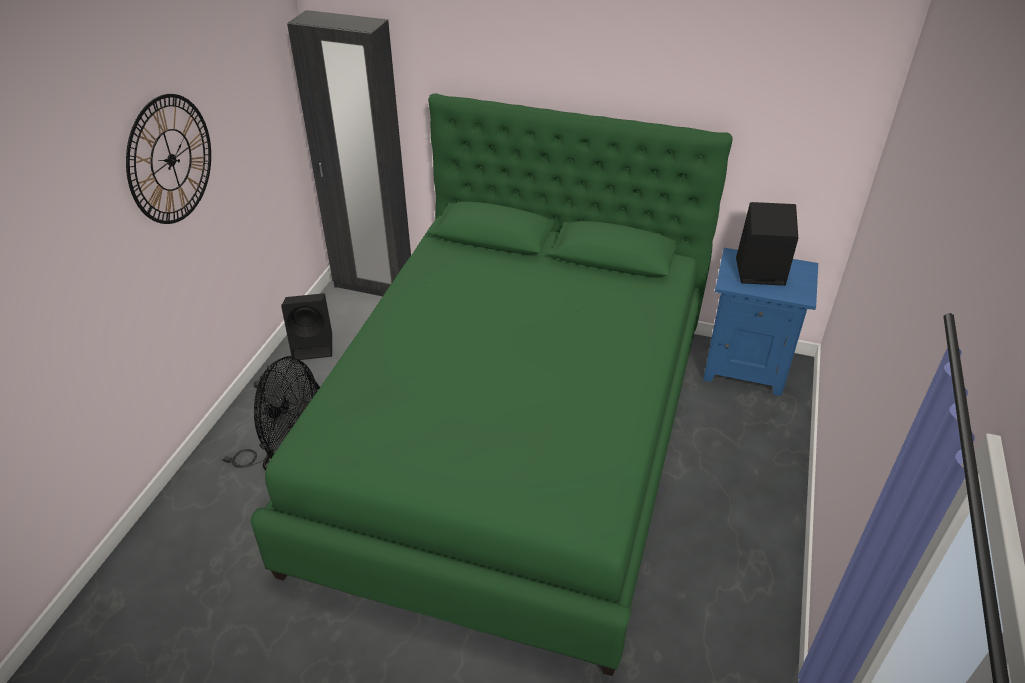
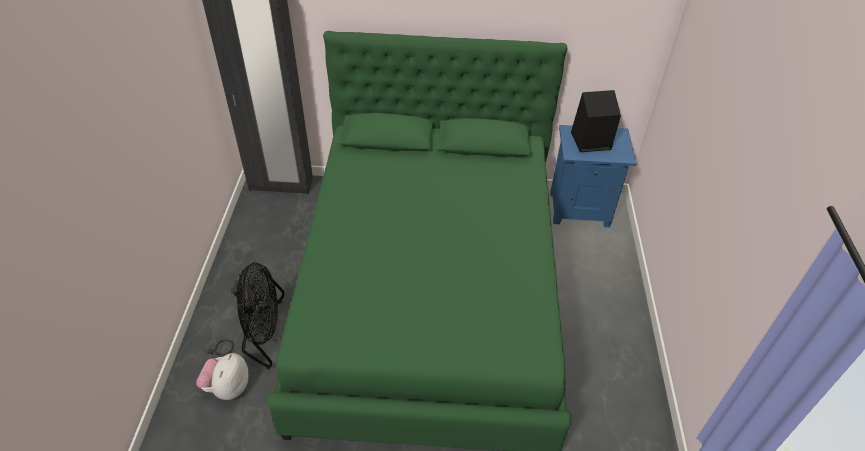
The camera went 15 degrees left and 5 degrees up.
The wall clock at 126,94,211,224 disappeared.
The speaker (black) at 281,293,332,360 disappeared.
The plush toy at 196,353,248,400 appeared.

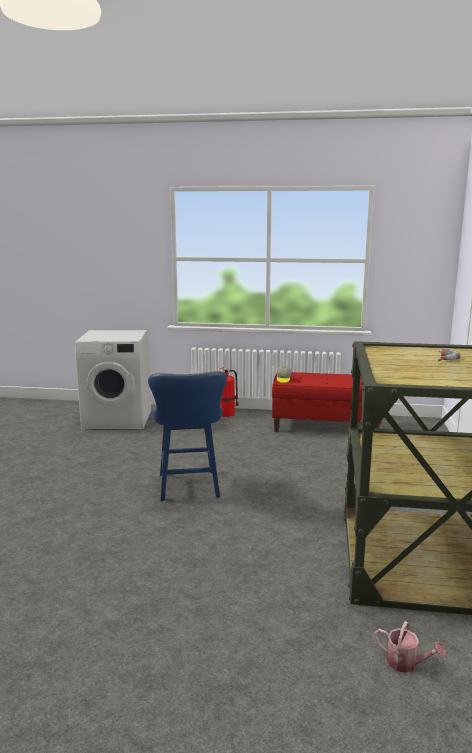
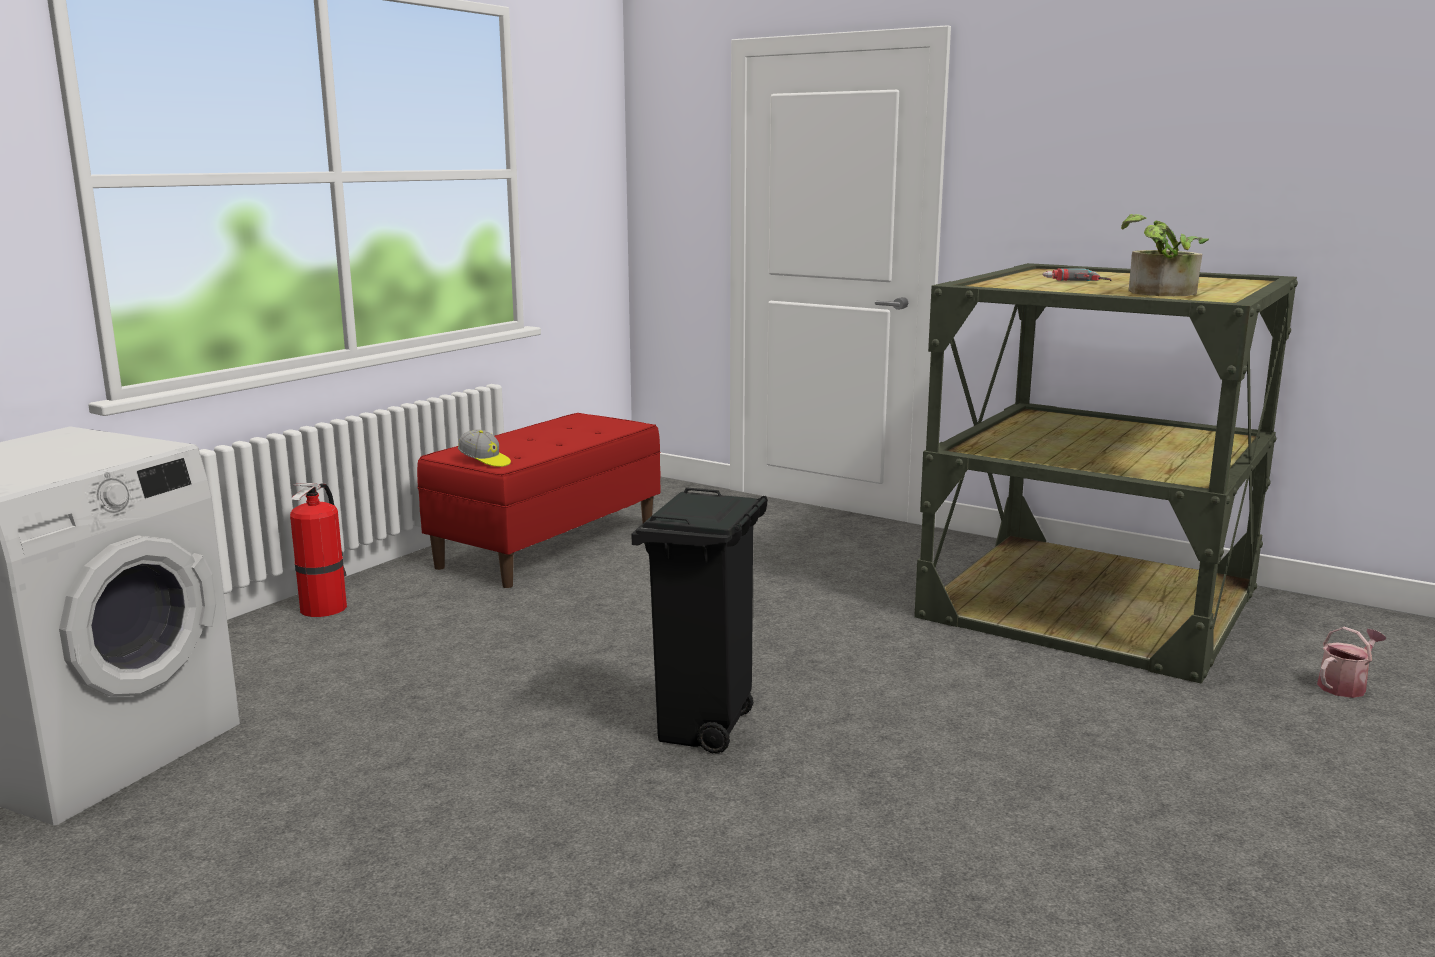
The camera went 65 degrees left and 0 degrees up.
The potted plant at 1121,214,1209,296 appeared.
The stool (blue) at 148,371,227,501 was replaced by the trash can (black) at 631,487,768,754.

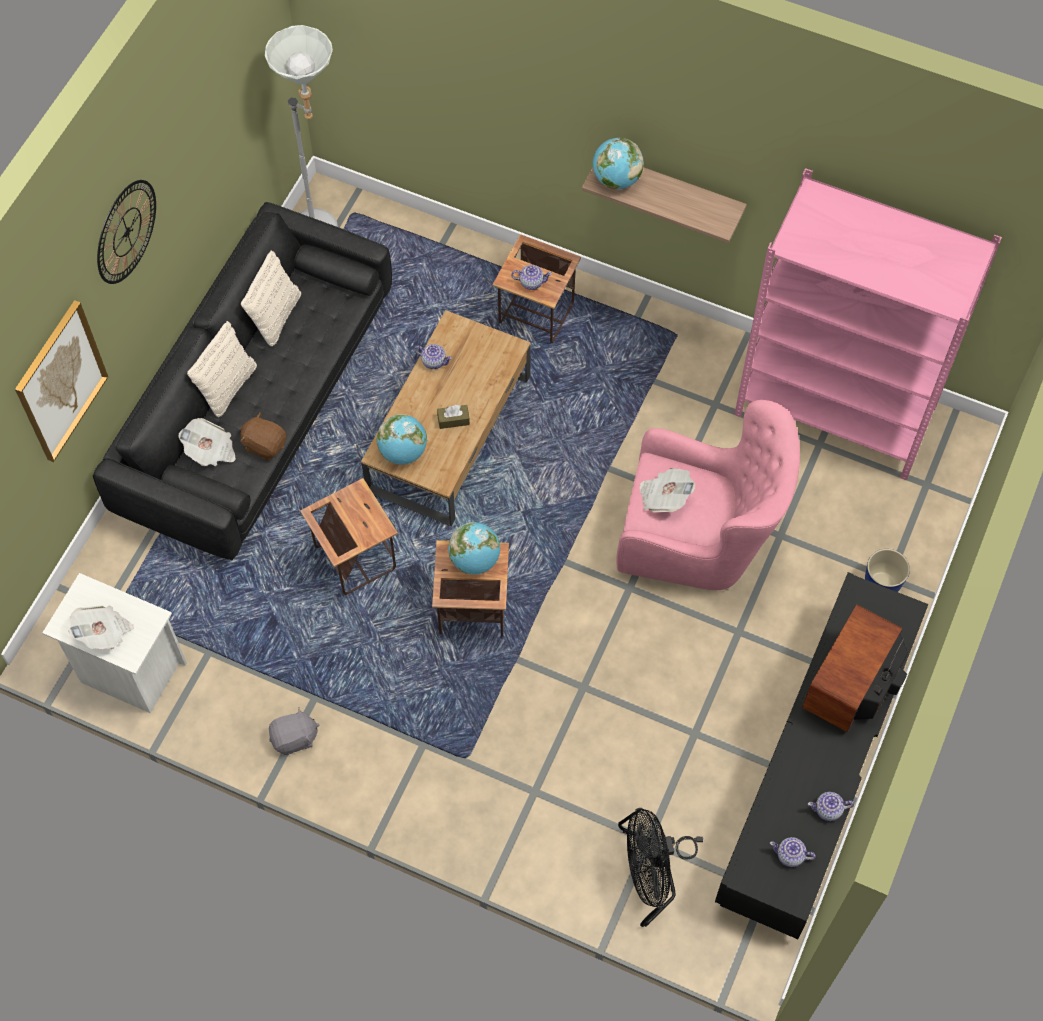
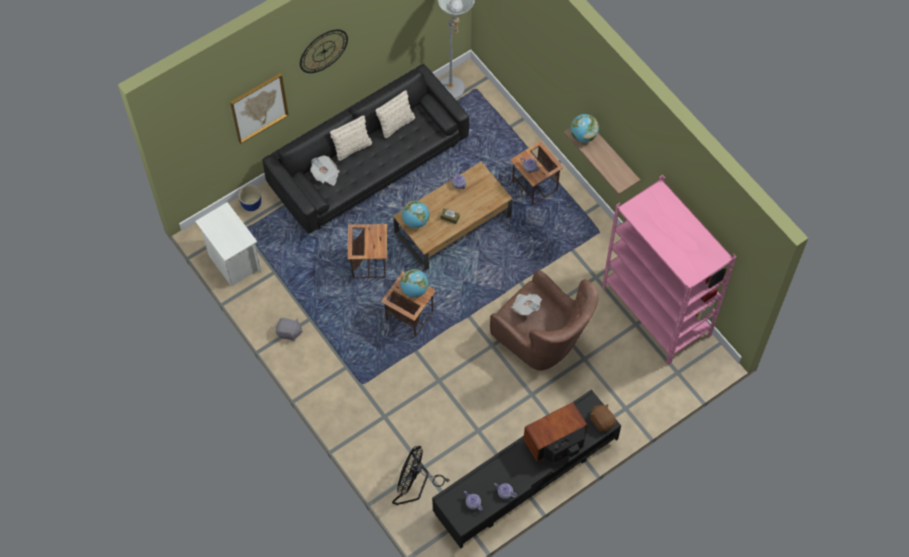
The camera went 30 degrees right and 0 degrees up.
The newspaper at 68,605,134,649 disappeared.
The plush toy (brown) moved from 240,412,286,461 to 590,404,616,432.
The planter moved from 865,549,910,592 to 238,185,261,211.
The armchair (pink) at 616,400,800,590 became the armchair (brown) at 490,270,598,371.

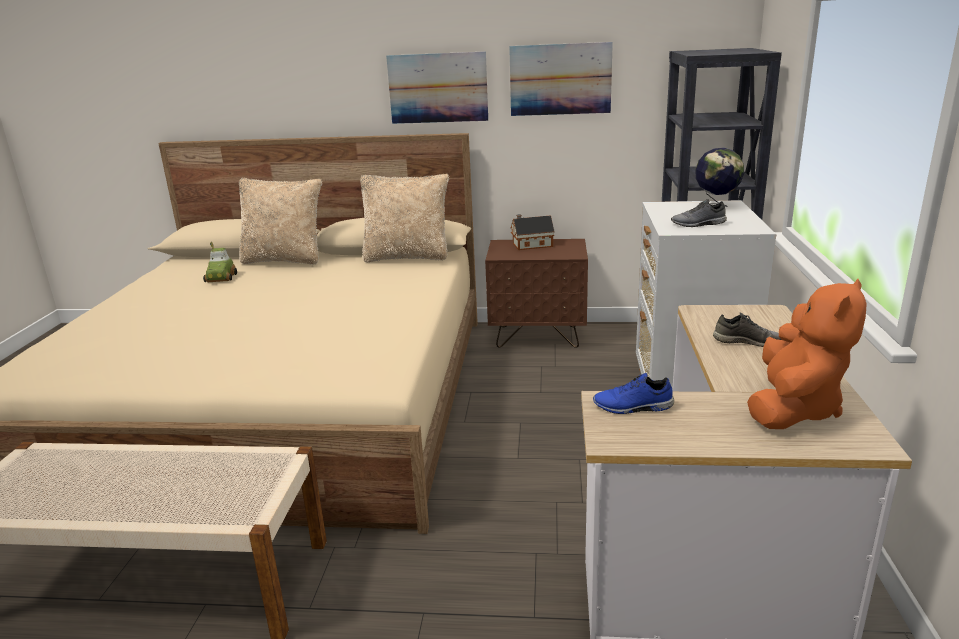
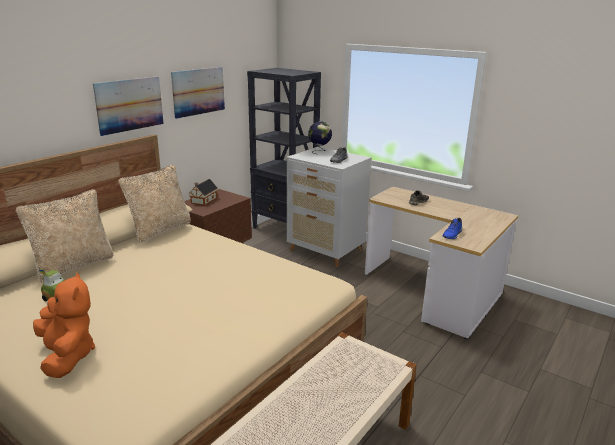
The camera went 60 degrees left and 0 degrees up.
The plush toy (orange) moved from 747,279,867,429 to 33,272,95,378.

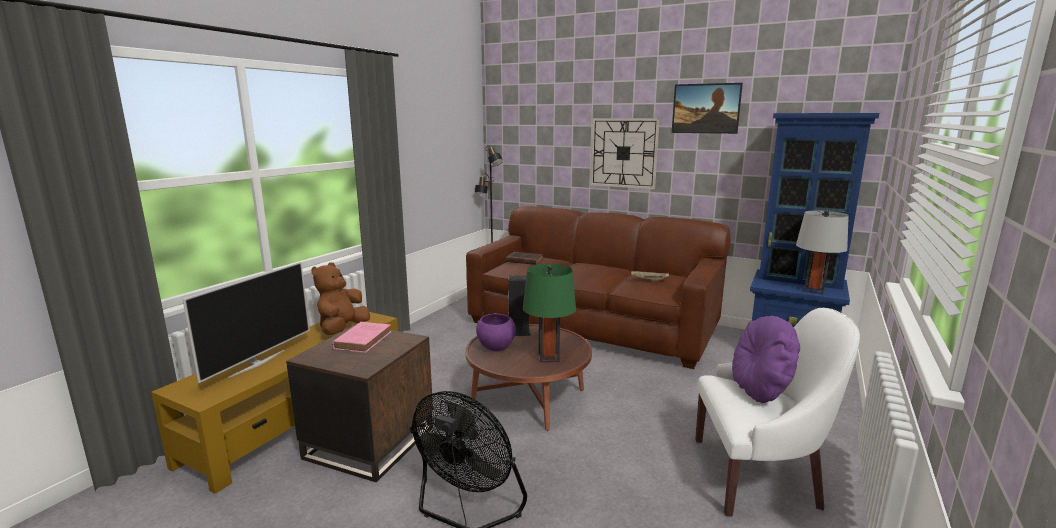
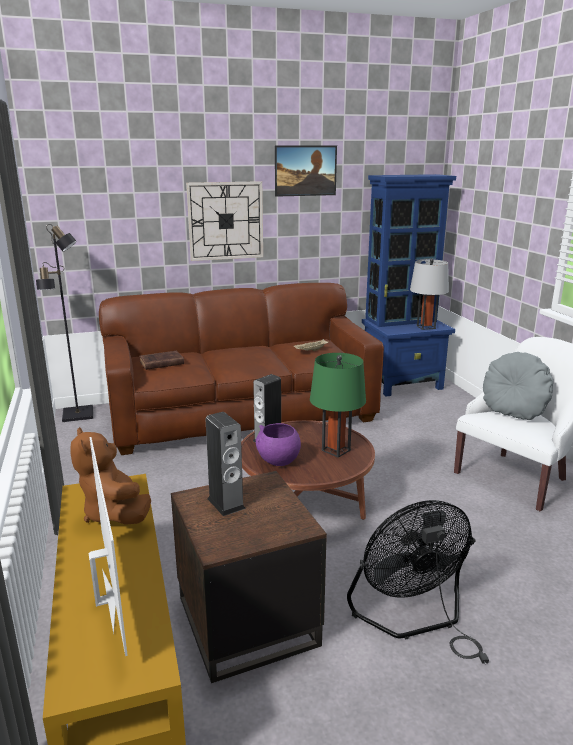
The camera went 45 degrees left and 5 degrees up.
The book (pink) at 332,322,391,353 was replaced by the speaker at 205,412,246,516.
The pillow (purple) at 732,316,800,403 became the pillow (grey) at 483,352,553,420.

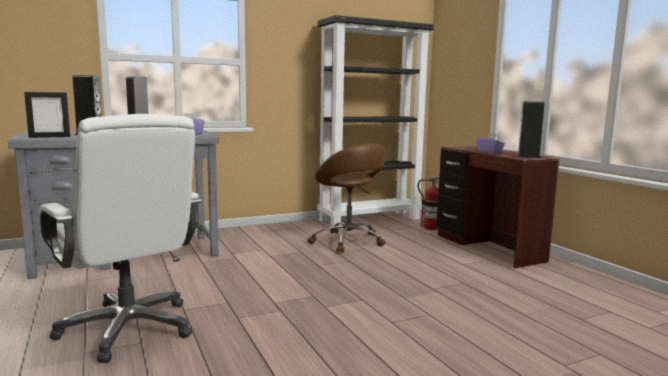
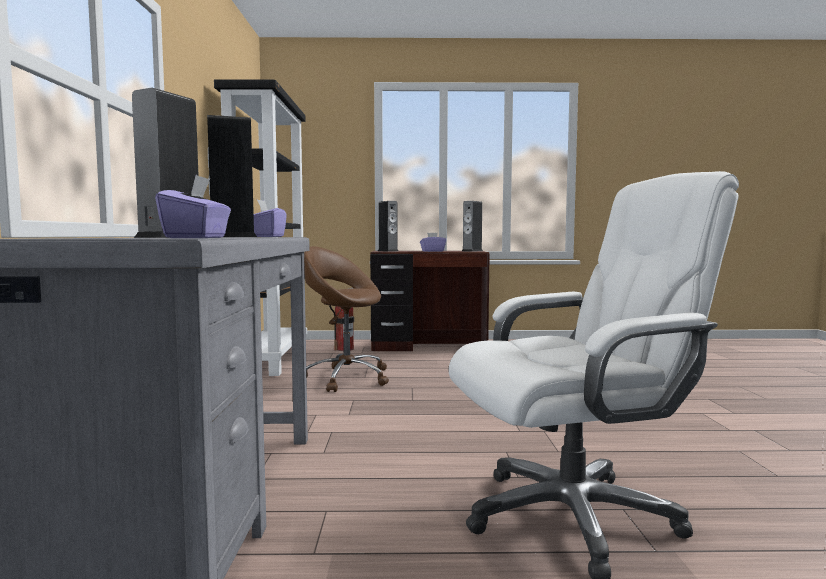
The camera went 65 degrees left and 5 degrees down.
The speaker at 378,201,398,252 appeared.
The picture frame at 24,92,70,138 was replaced by the tissue box (purple) at 155,175,231,238.
The office chair (brown) at 307,143,386,252 turned 150 degrees counterclockwise.

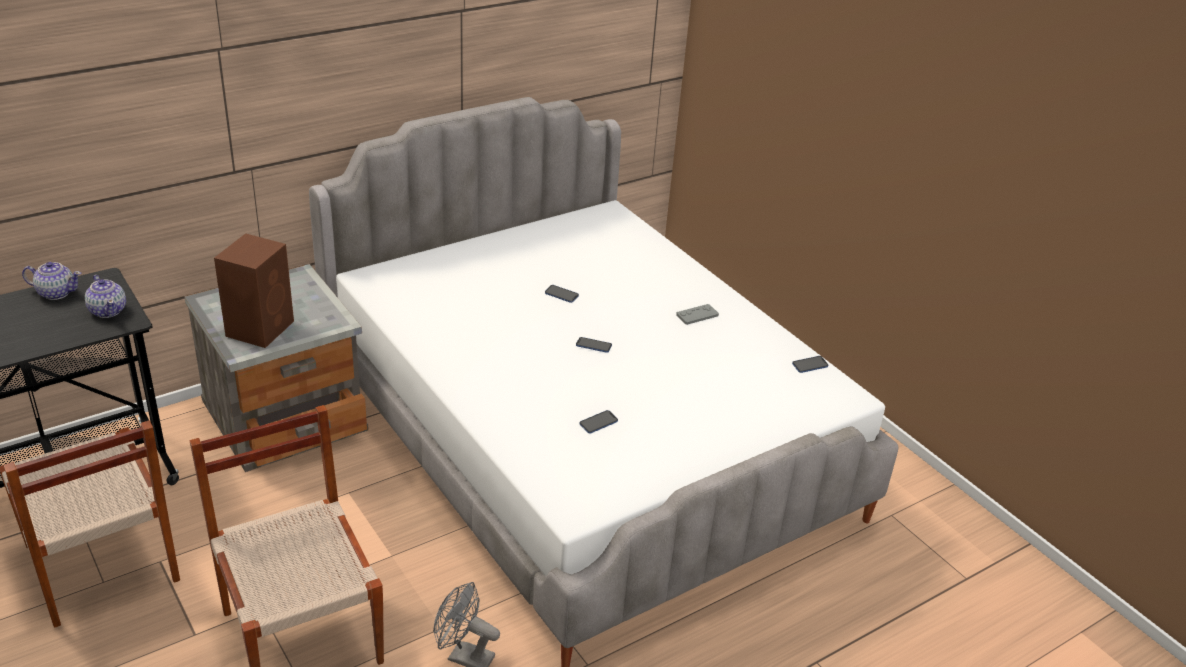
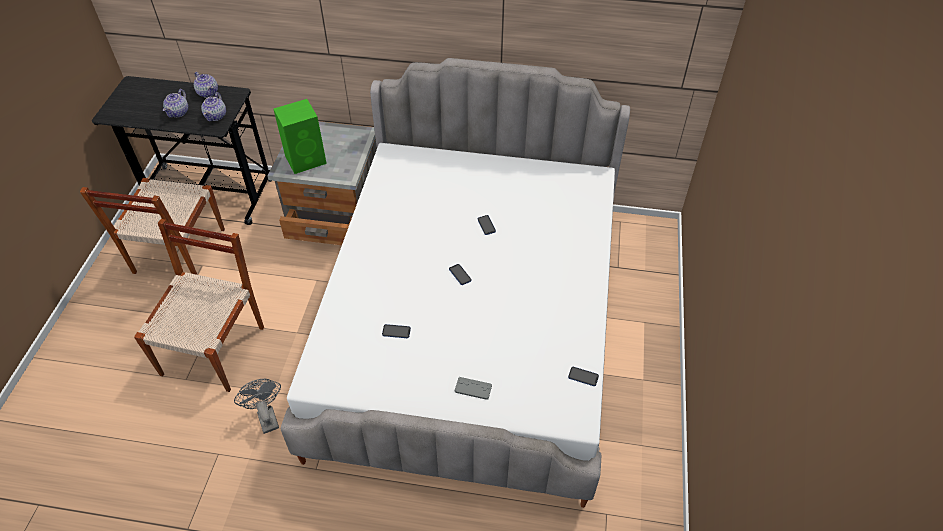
The camera went 45 degrees right and 15 degrees up.
The teapot at 163,89,188,118 appeared.
The game controller (grey) moved from 676,304,719,325 to 454,377,492,400.
The speaker (brown) at 214,233,294,348 became the speaker (green) at 274,99,327,174.

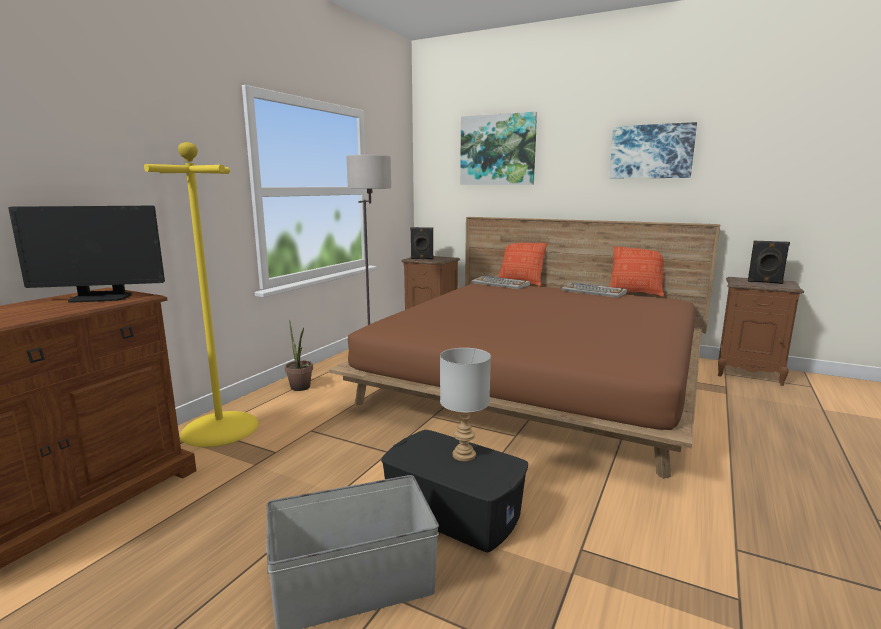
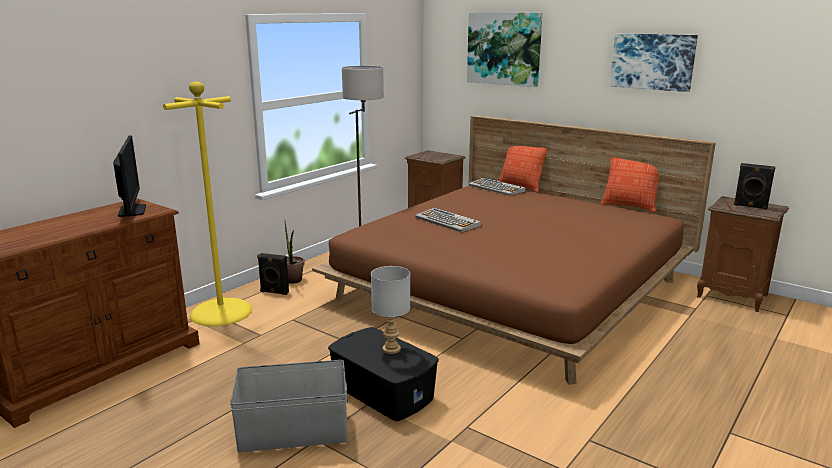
The camera went 10 degrees right and 5 degrees up.
The speaker (black) moved from 410,227,433,259 to 257,253,289,295.
The keyboard moved from 561,283,627,298 to 415,208,481,232.
The monitor at 8,206,165,303 turned 105 degrees counterclockwise.

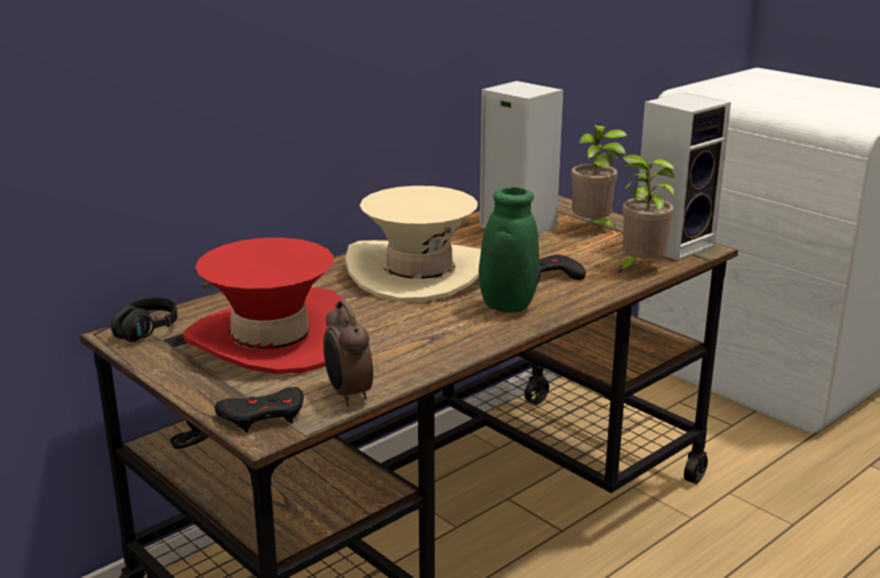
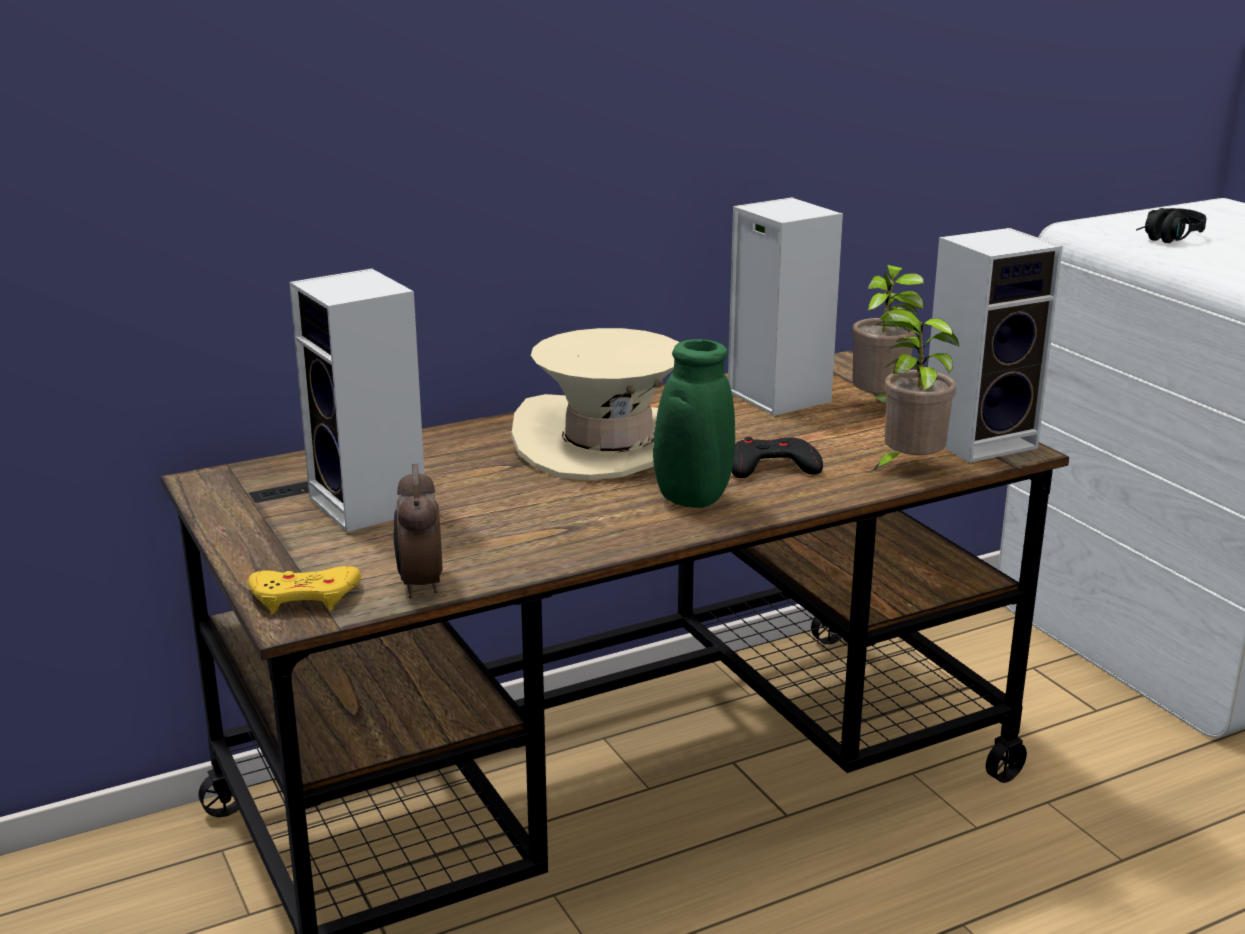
The camera went 15 degrees right and 0 degrees up.
The headphones (black) moved from 94,297,177,342 to 1136,208,1207,243.
The hat (red) at 183,238,350,374 was replaced by the speaker at 289,269,425,532.
The game controller (black) at 215,387,304,433 became the game controller (yellow) at 248,566,361,614.

